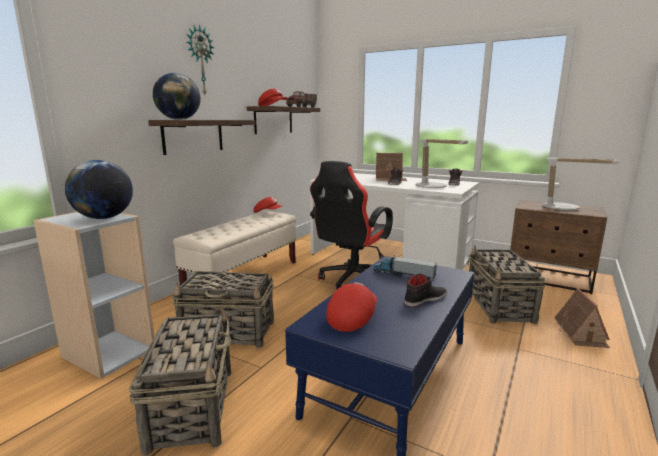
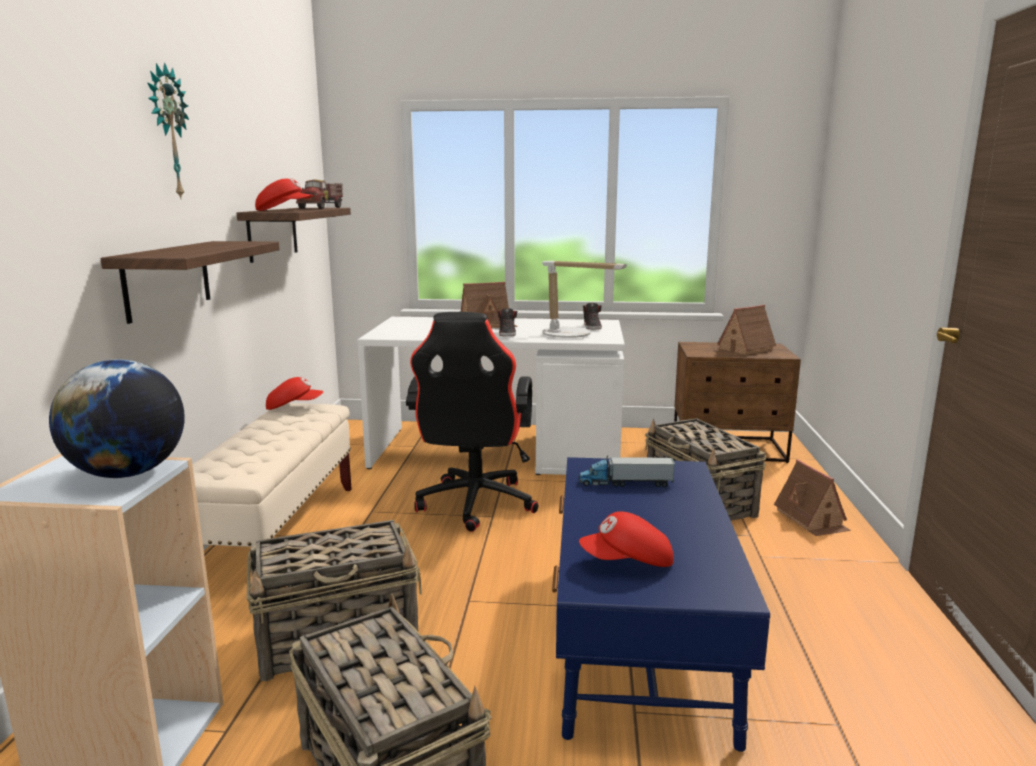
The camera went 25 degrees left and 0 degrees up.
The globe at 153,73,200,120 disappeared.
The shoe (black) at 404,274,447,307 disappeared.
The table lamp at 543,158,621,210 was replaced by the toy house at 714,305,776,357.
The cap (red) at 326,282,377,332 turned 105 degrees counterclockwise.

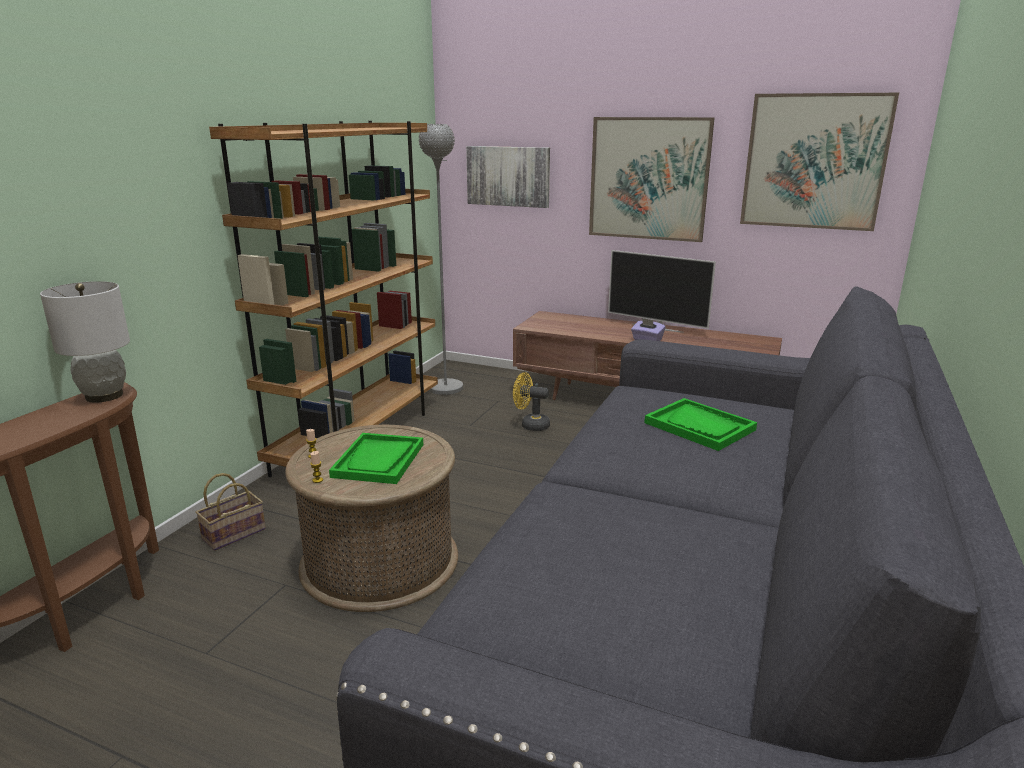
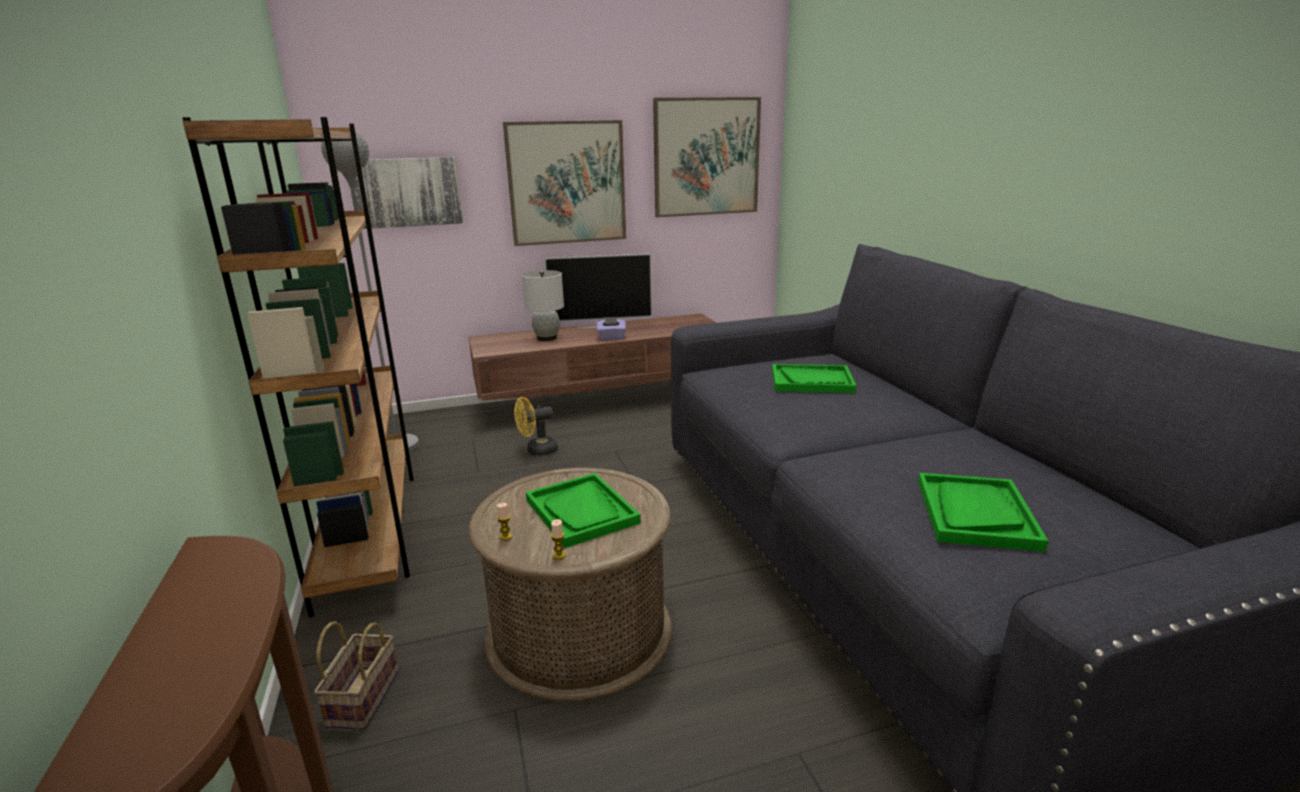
The camera went 40 degrees left and 0 degrees up.
The tray (green) at 918,473,1048,552 appeared.
The table lamp (white) moved from 40,281,130,403 to 522,270,564,341.

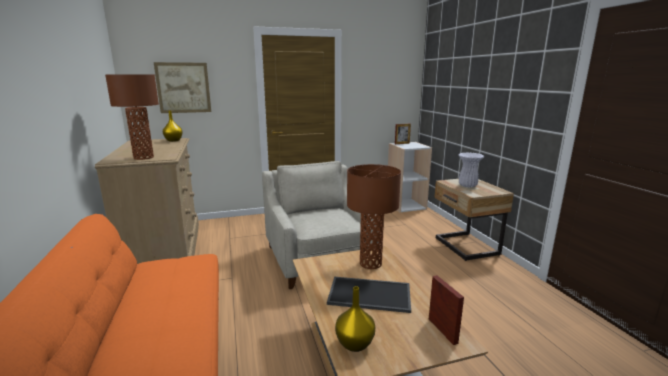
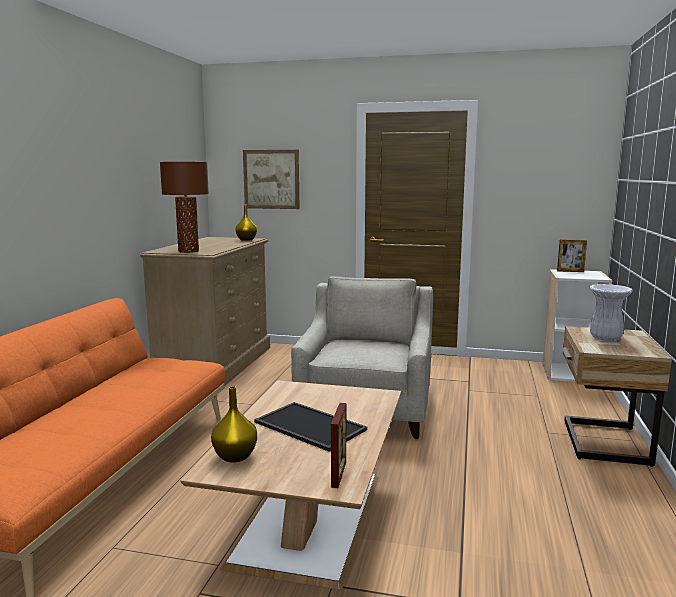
The camera went 30 degrees right and 5 degrees down.
The table lamp (brown) at 347,164,401,269 disappeared.

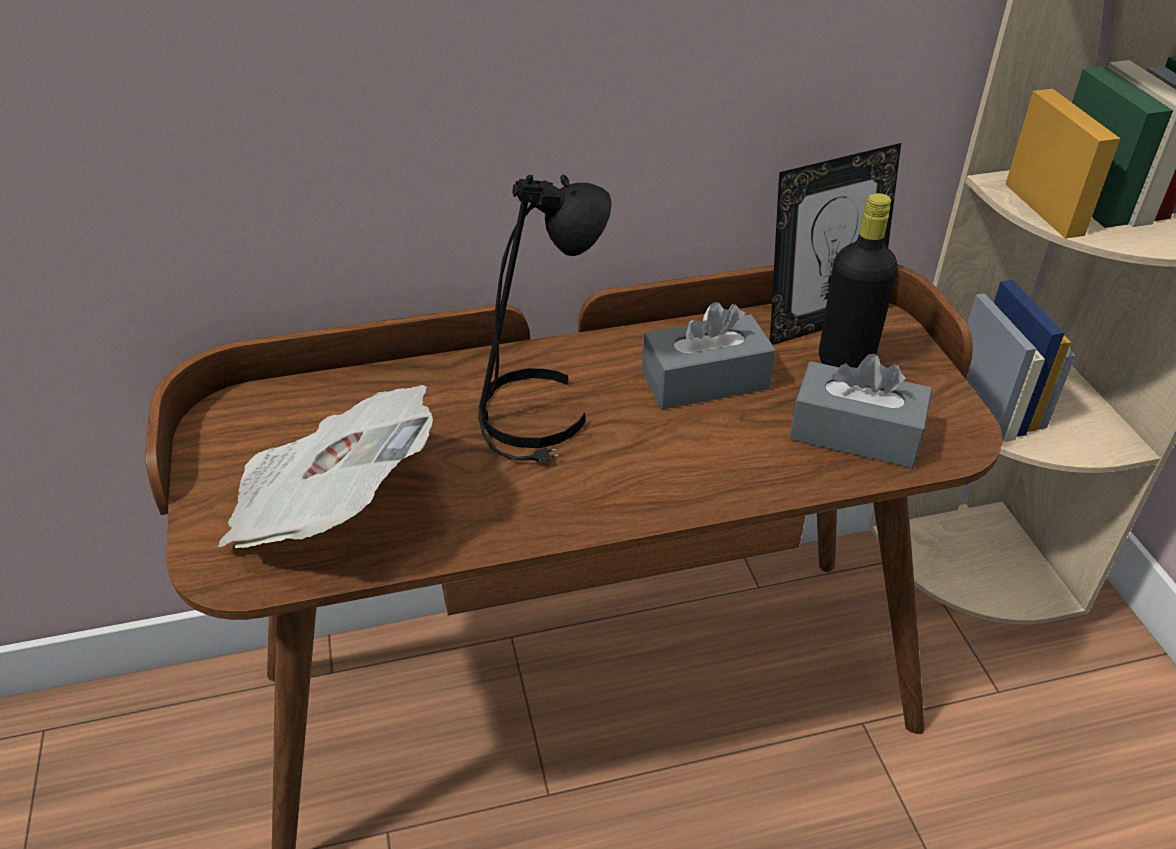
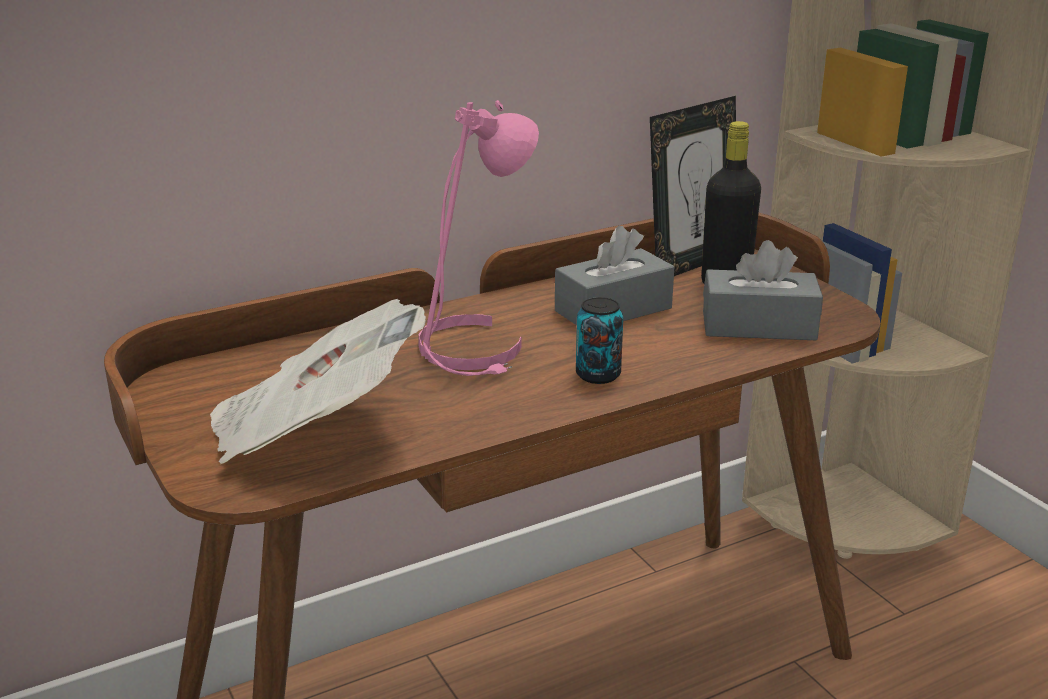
The camera went 15 degrees left and 15 degrees down.
The can at 576,297,623,384 appeared.
The table lamp (black) at 478,174,612,463 became the table lamp (pink) at 418,100,539,376.

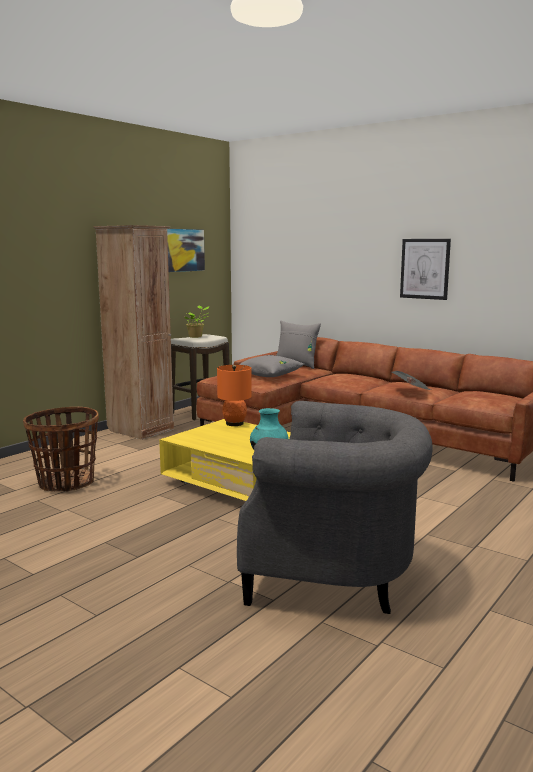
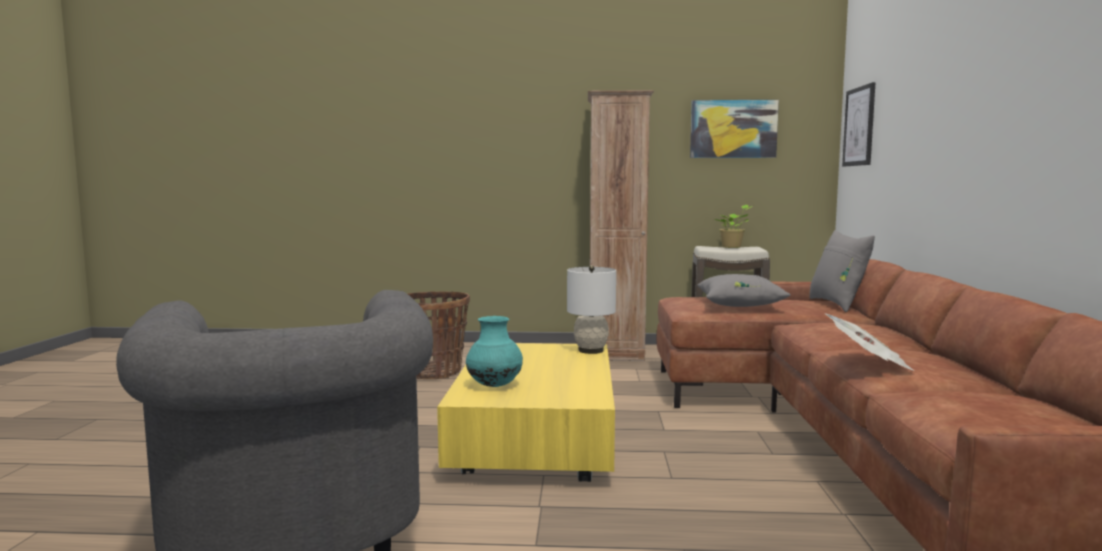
The camera went 55 degrees right and 5 degrees down.
The picture moved from 400,239,451,300 to 842,82,875,166.
The table lamp (orange) at 217,365,252,426 became the table lamp (white) at 567,265,616,354.

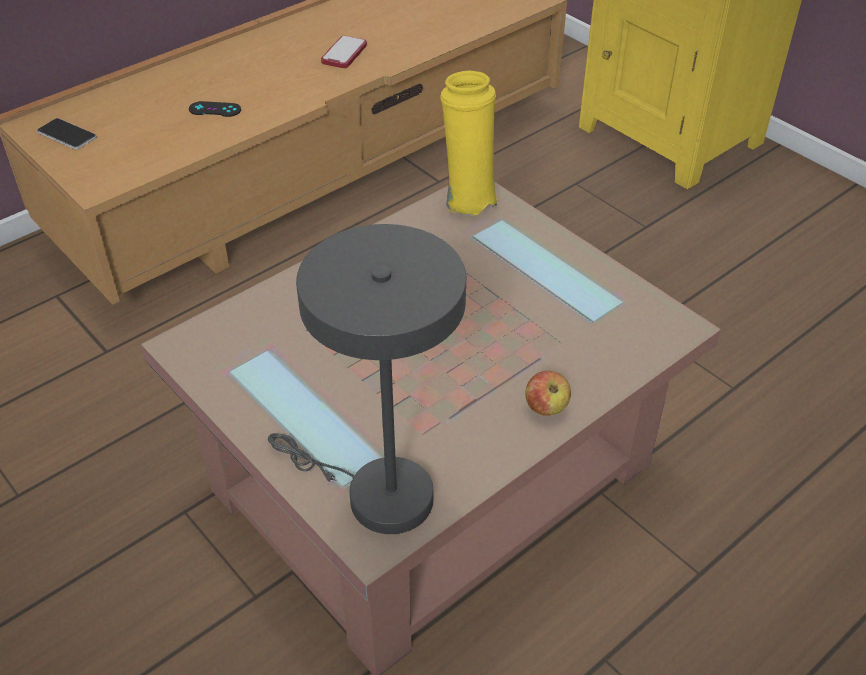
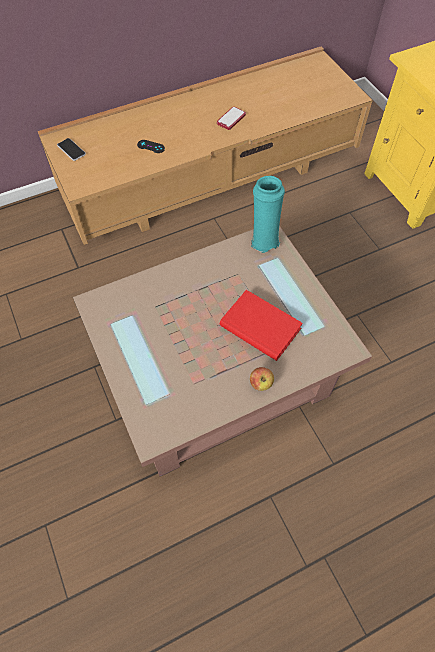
The camera went 15 degrees right and 15 degrees up.
The table lamp (grey) at 268,224,466,534 disappeared.
The book (red) at 220,290,303,361 appeared.
The vase (yellow) at 440,71,499,216 became the vase (turquoise) at 251,176,285,253.

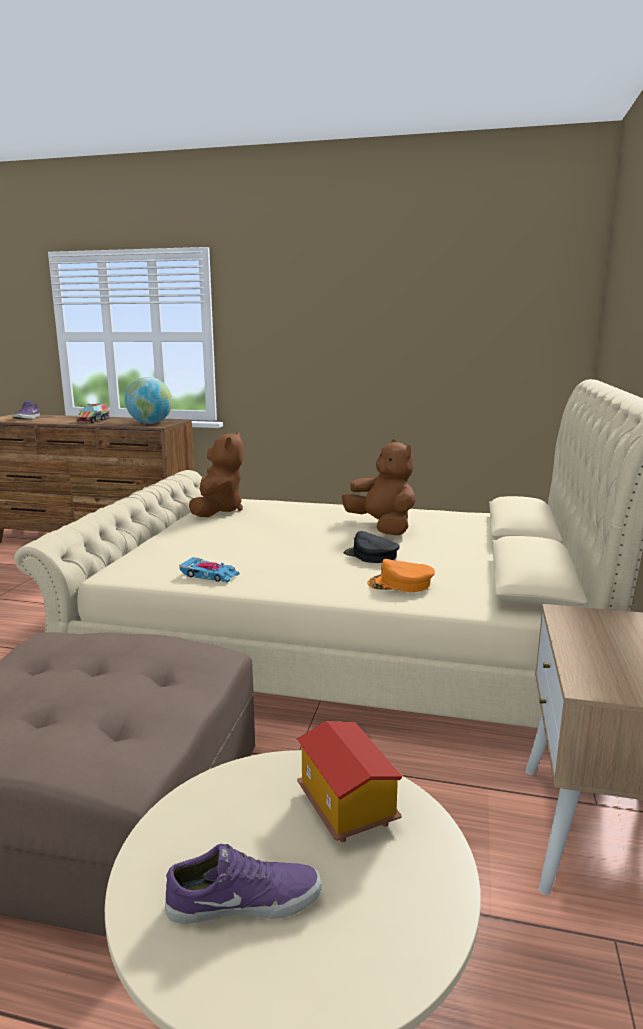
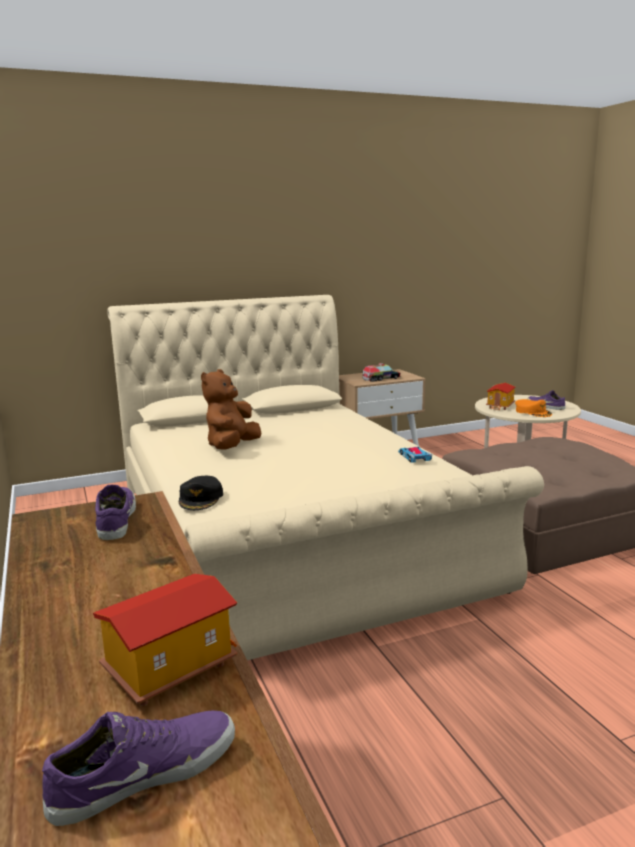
The camera went 125 degrees left and 0 degrees up.
The plush toy (brown) at 189,431,243,517 disappeared.
The toy house at 93,574,237,706 appeared.
The toy truck moved from 76,404,109,423 to 362,363,400,382.
The cap (black) moved from 344,531,400,563 to 179,476,223,510.
The cap (orange) moved from 367,559,435,592 to 515,399,552,417.
The globe at 125,377,172,424 was replaced by the shoe (purple) at 95,485,136,540.

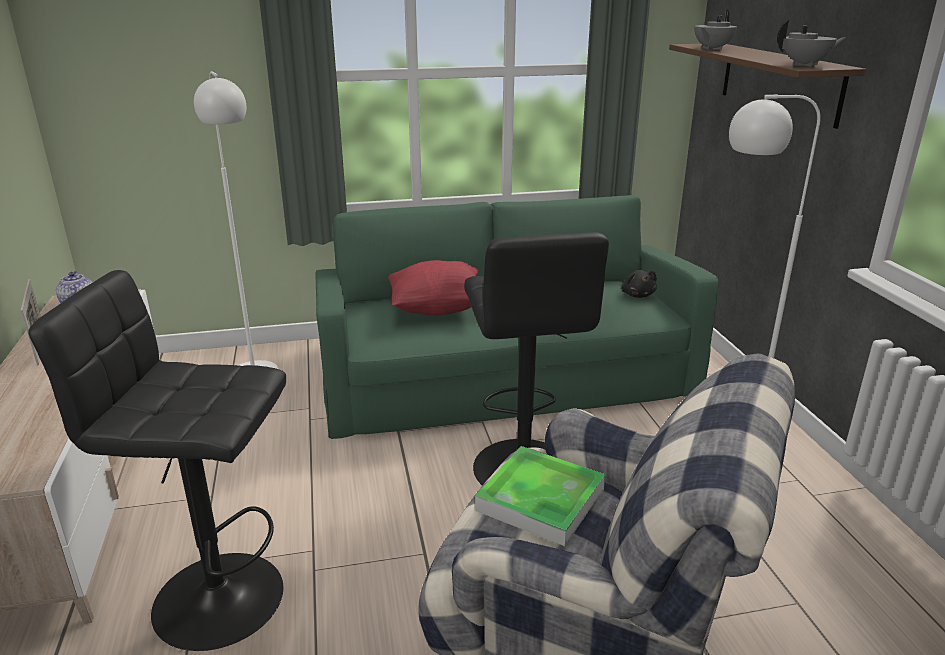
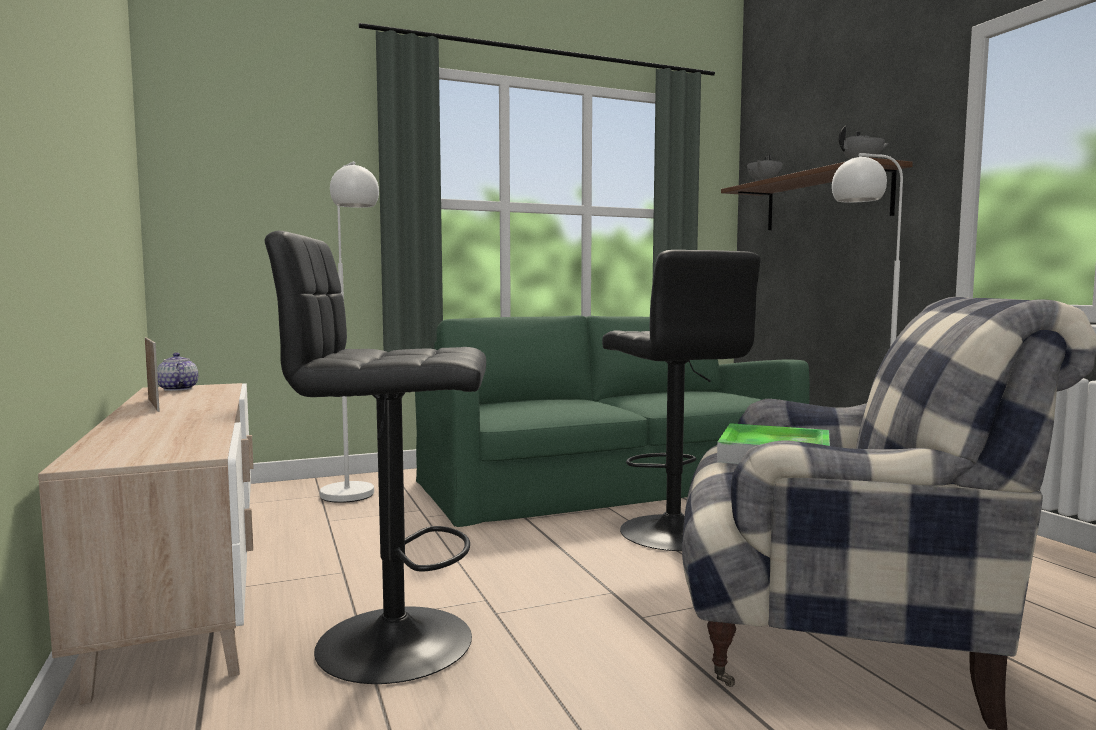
The camera went 10 degrees left and 20 degrees down.
The pillow (red) at 388,260,479,315 disappeared.
The plush toy (black) at 621,270,657,298 disappeared.

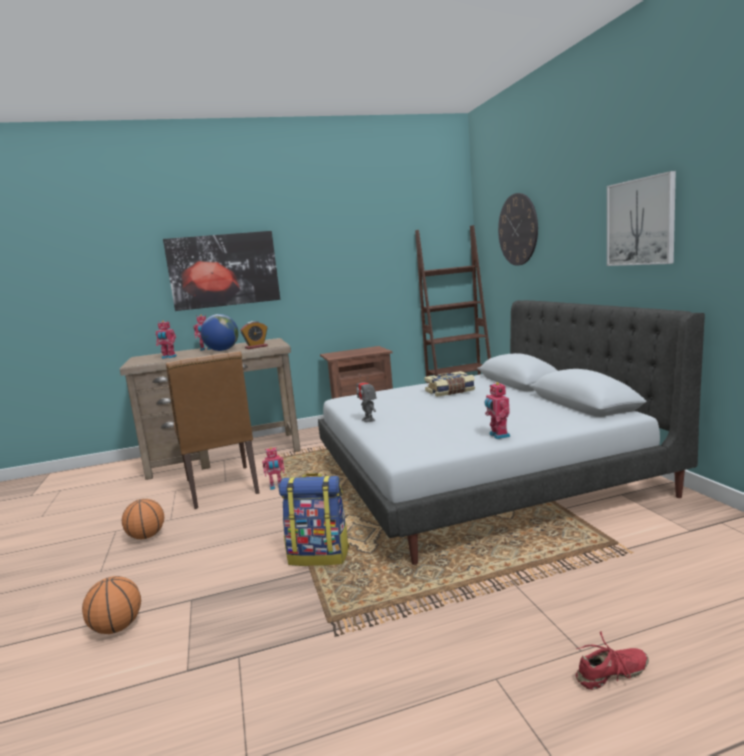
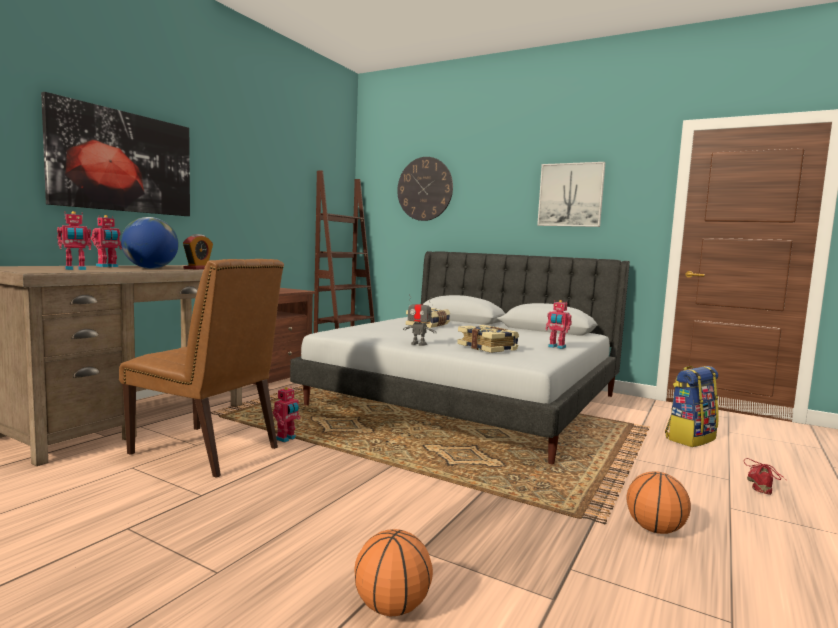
The camera went 45 degrees left and 5 degrees down.
The book at 457,325,519,353 appeared.
The basketball moved from 122,499,164,539 to 627,471,691,534.
The backpack moved from 279,473,350,566 to 665,366,719,447.

